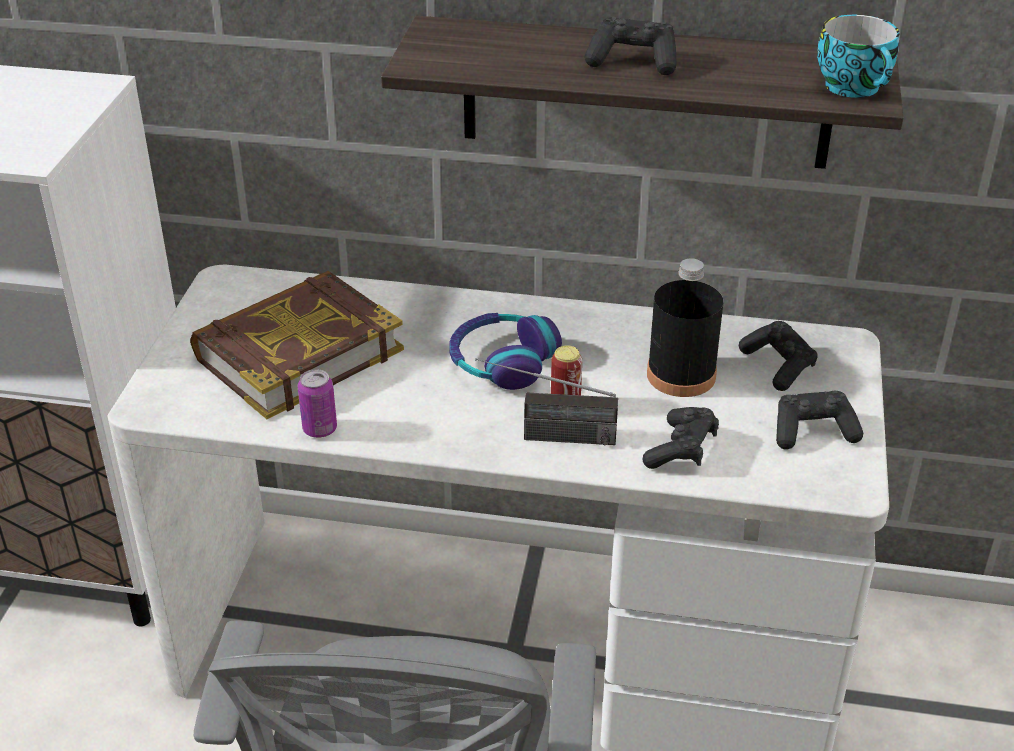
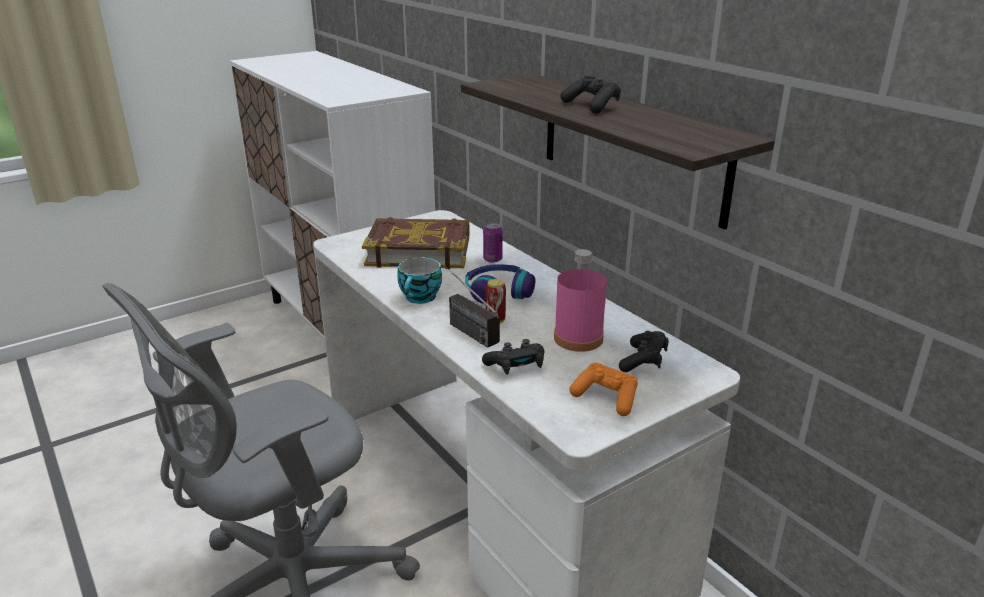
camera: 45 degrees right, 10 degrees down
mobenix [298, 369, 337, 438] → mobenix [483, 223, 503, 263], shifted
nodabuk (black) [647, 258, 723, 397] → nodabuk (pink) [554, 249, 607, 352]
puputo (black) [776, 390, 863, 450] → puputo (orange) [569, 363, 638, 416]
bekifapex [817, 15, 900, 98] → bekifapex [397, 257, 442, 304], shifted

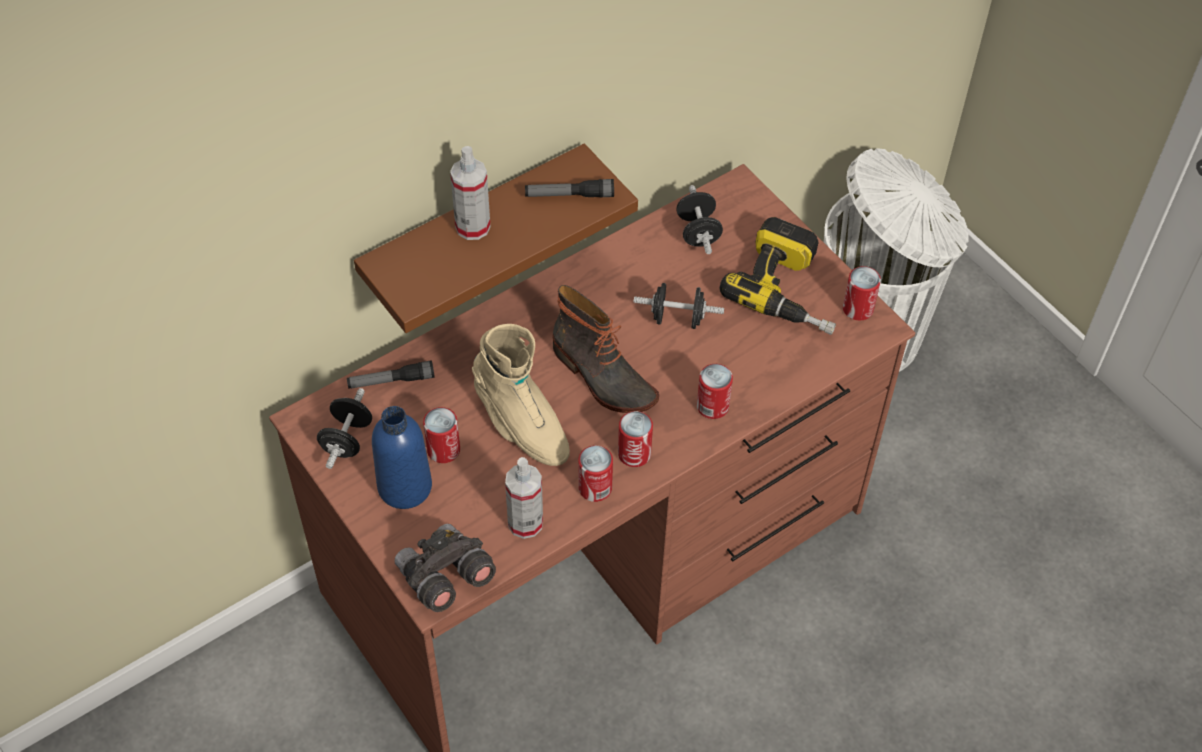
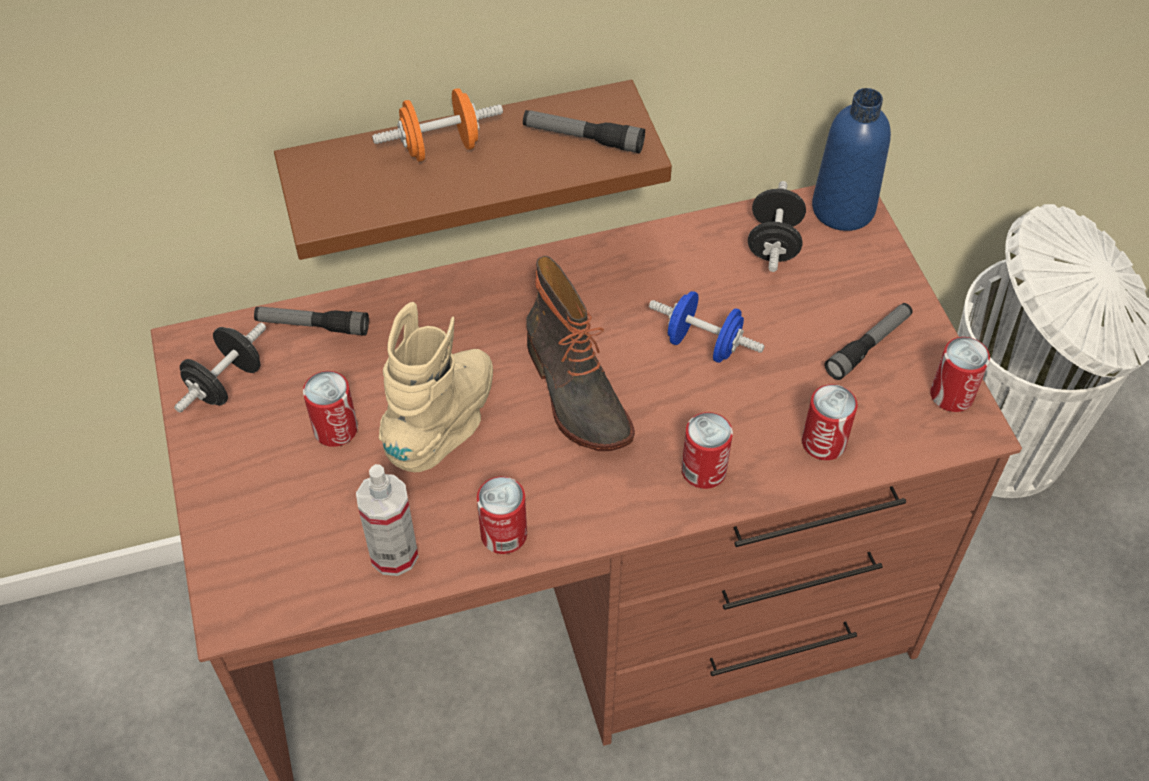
camera: 20 degrees right, 0 degrees up
nodabuk (blue) [372, 406, 432, 509] → nodabuk (blue) [812, 88, 891, 231], shifted
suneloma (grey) [395, 524, 496, 612] → -
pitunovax [450, 146, 491, 240] → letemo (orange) [372, 88, 503, 162]
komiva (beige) [472, 324, 570, 466] → komiva (beige) [379, 302, 493, 472], 135 degrees counterclockwise
mobenix [618, 411, 653, 467] → mobenix [802, 384, 857, 460], shifted
letemo (black) [634, 283, 724, 329] → letemo (blue) [649, 291, 765, 363]
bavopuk [720, 217, 836, 335] → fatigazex [825, 303, 913, 380]

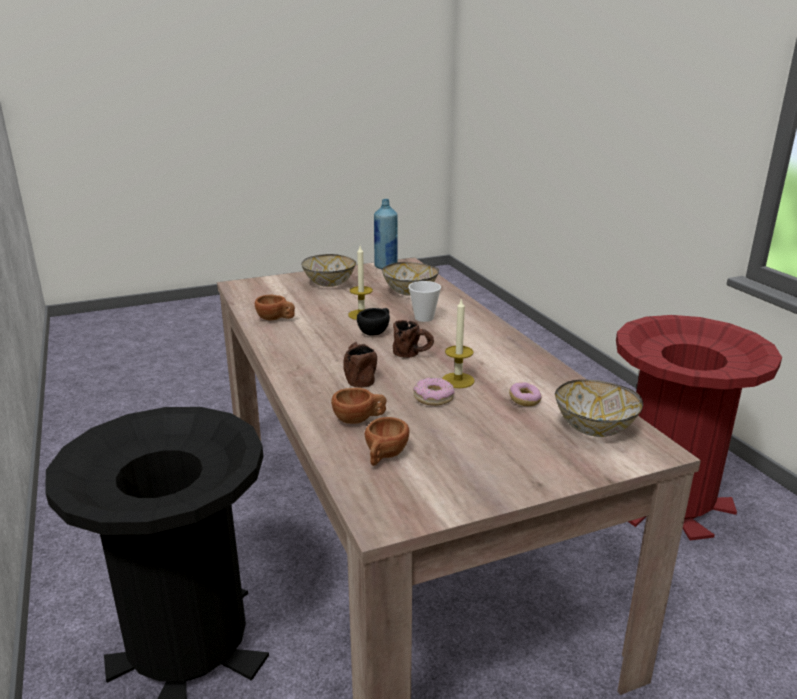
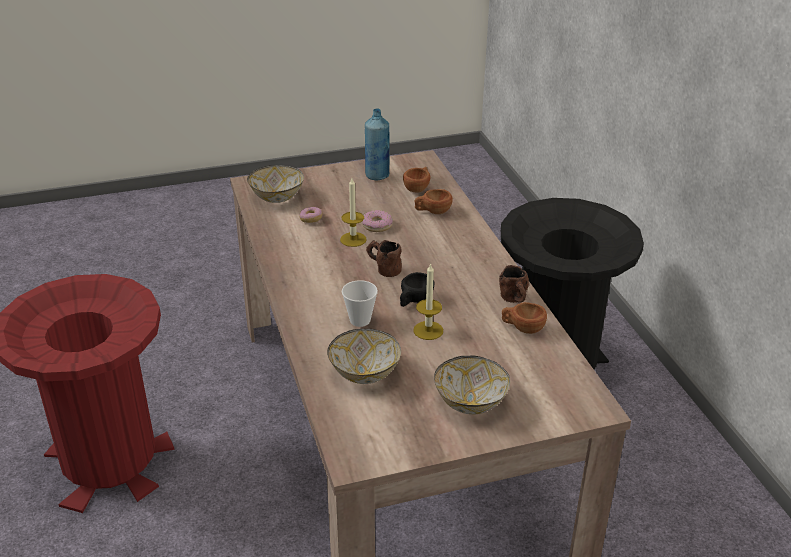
camera: 175 degrees left, 10 degrees up
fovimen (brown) [343, 342, 377, 388] → fovimen (brown) [499, 265, 529, 303], shifted
nodabuk (blue) [374, 199, 398, 269] → nodabuk (blue) [365, 108, 389, 181], shifted

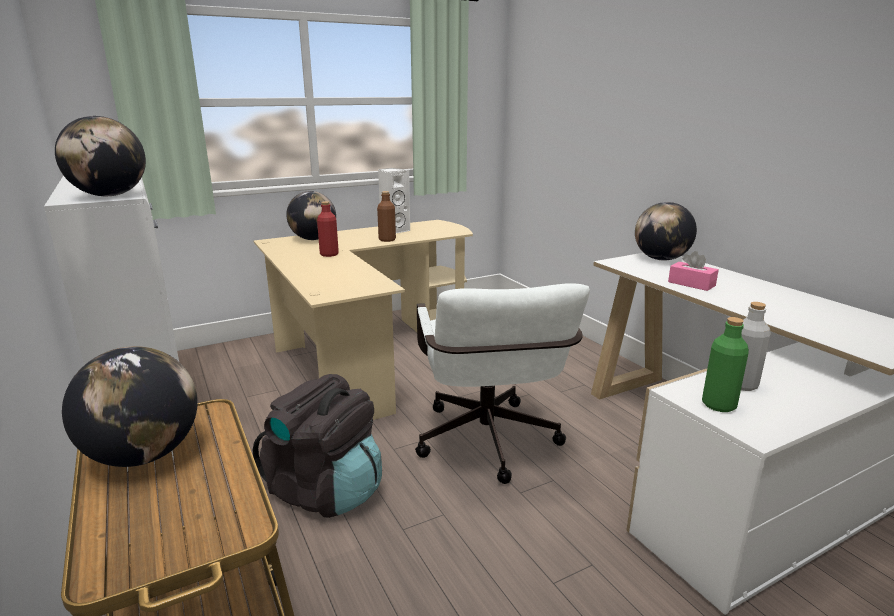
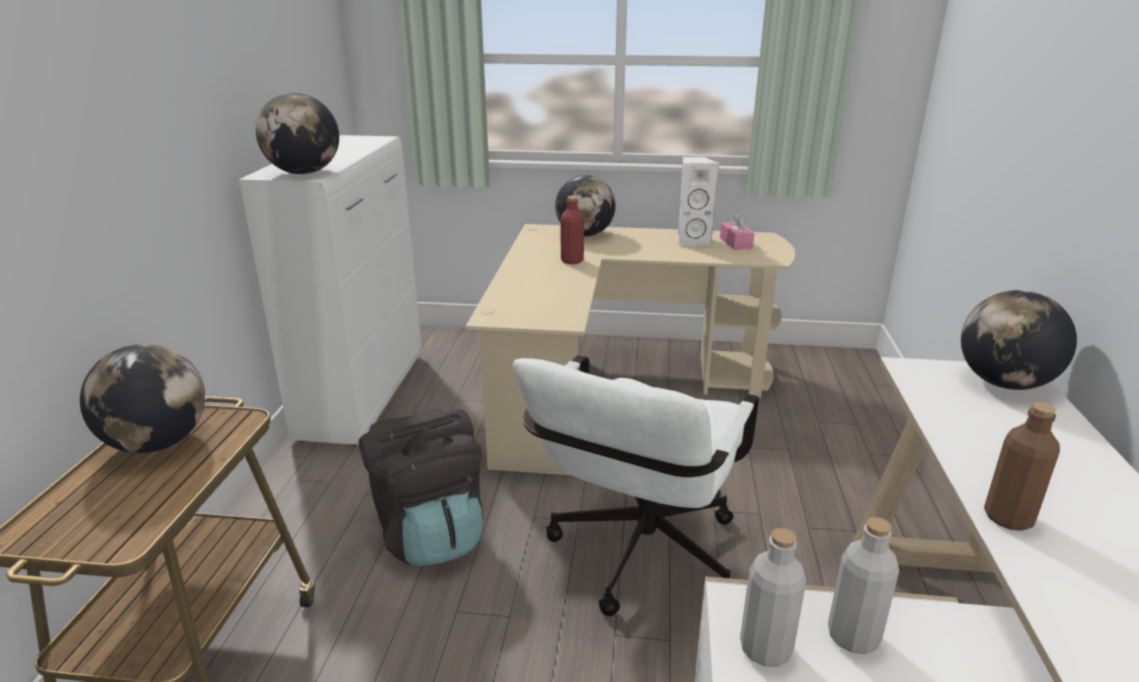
camera: 35 degrees right, 5 degrees up
nodabuk (brown) [377, 191, 396, 242] → nodabuk (brown) [984, 402, 1060, 531], shifted
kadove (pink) [668, 251, 719, 291] → kadove (pink) [720, 212, 754, 250], shifted
nodabuk (green) [702, 317, 749, 412] → nodabuk (grey) [740, 528, 806, 667]

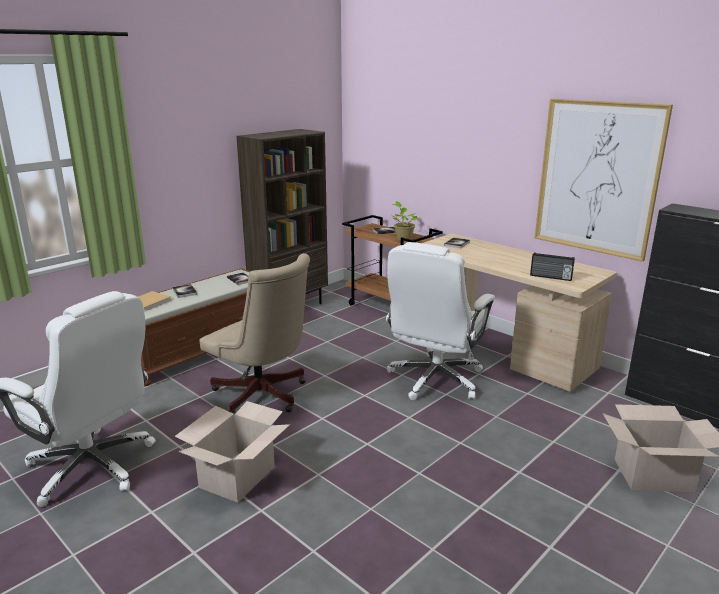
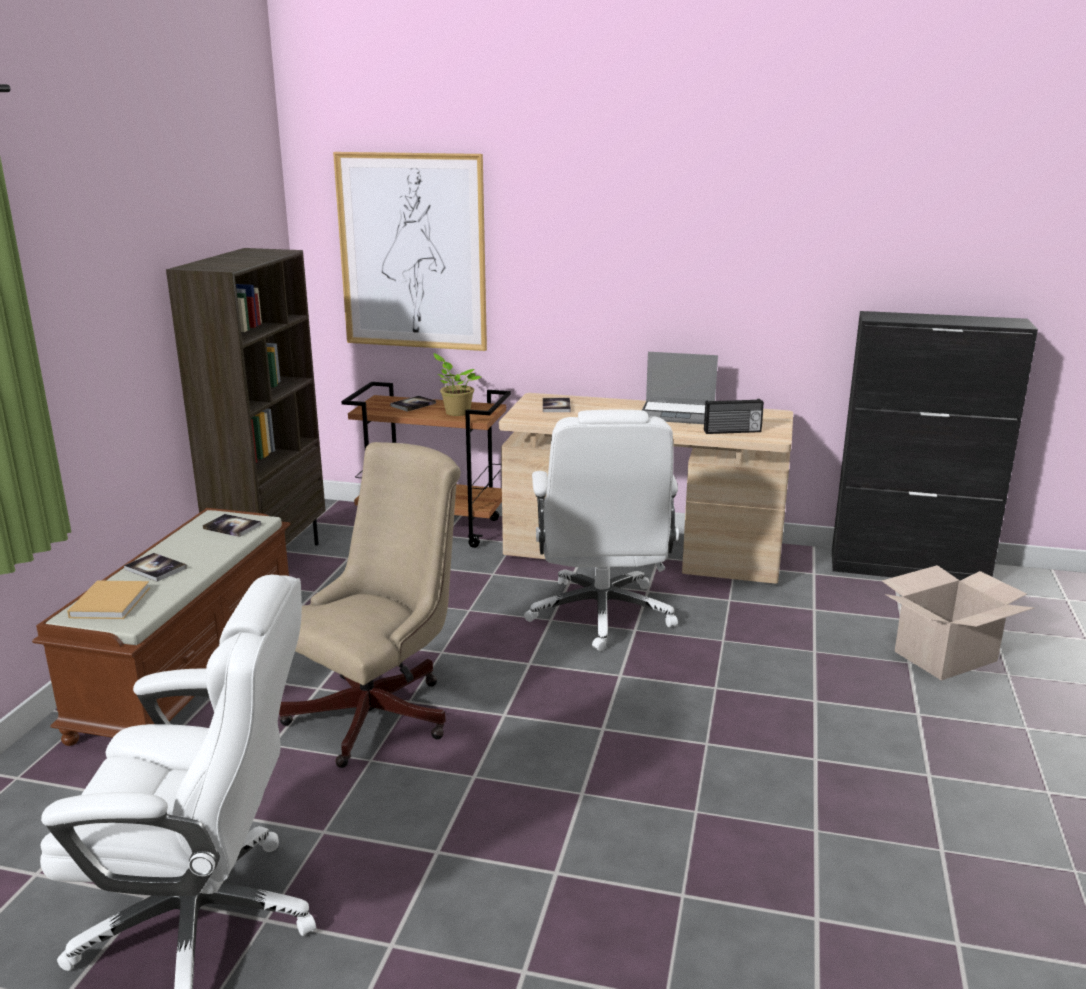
camera: 30 degrees left, 0 degrees up
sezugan [175, 401, 290, 503] → -
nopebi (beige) [199, 253, 310, 414] → nopebi (beige) [279, 442, 461, 768], 60 degrees counterclockwise
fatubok [535, 99, 673, 262] → fatubok [333, 152, 487, 351], shifted
- → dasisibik [642, 352, 718, 424]

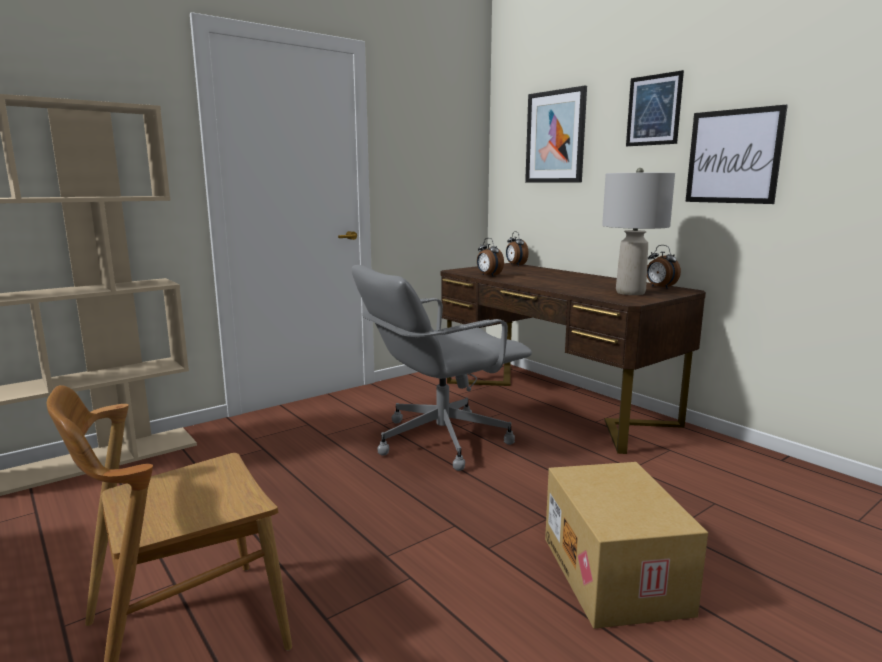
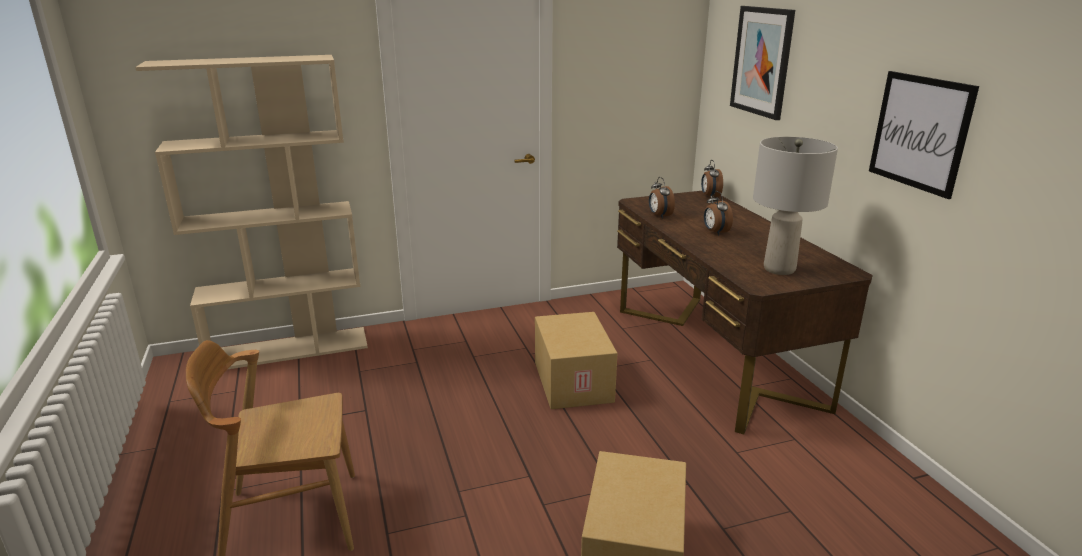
camera: 20 degrees right, 10 degrees up
nopebi (grey) [352, 265, 532, 471] → sezugan [535, 312, 617, 409]
fatubok [626, 70, 684, 146] → -
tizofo [647, 245, 681, 289] → tizofo [704, 191, 733, 235], shifted

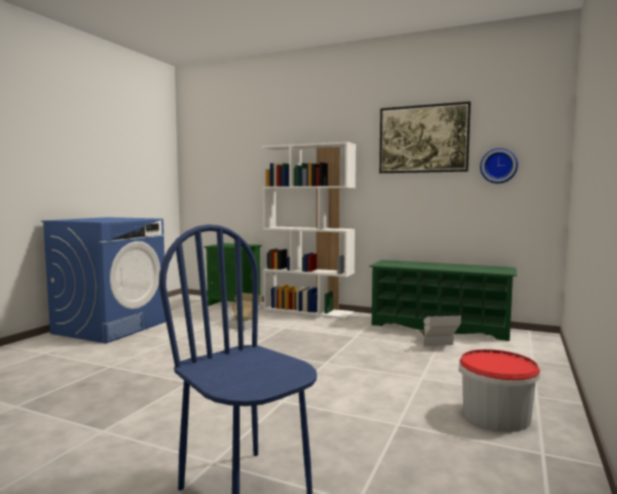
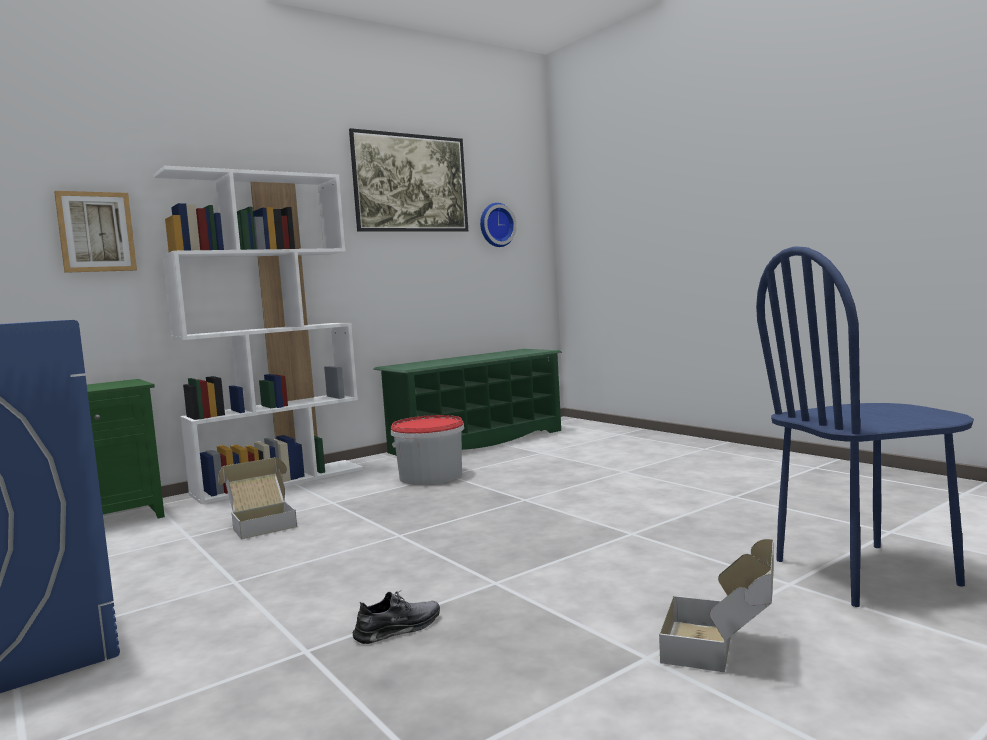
camera: 60 degrees left, 0 degrees up
sezugan [417, 316, 461, 346] → sezugan [659, 539, 774, 672], shifted
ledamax [459, 349, 540, 432] → ledamax [391, 415, 464, 485], shifted
- → fatubok [54, 191, 137, 273]
- → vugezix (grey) [353, 591, 440, 644]

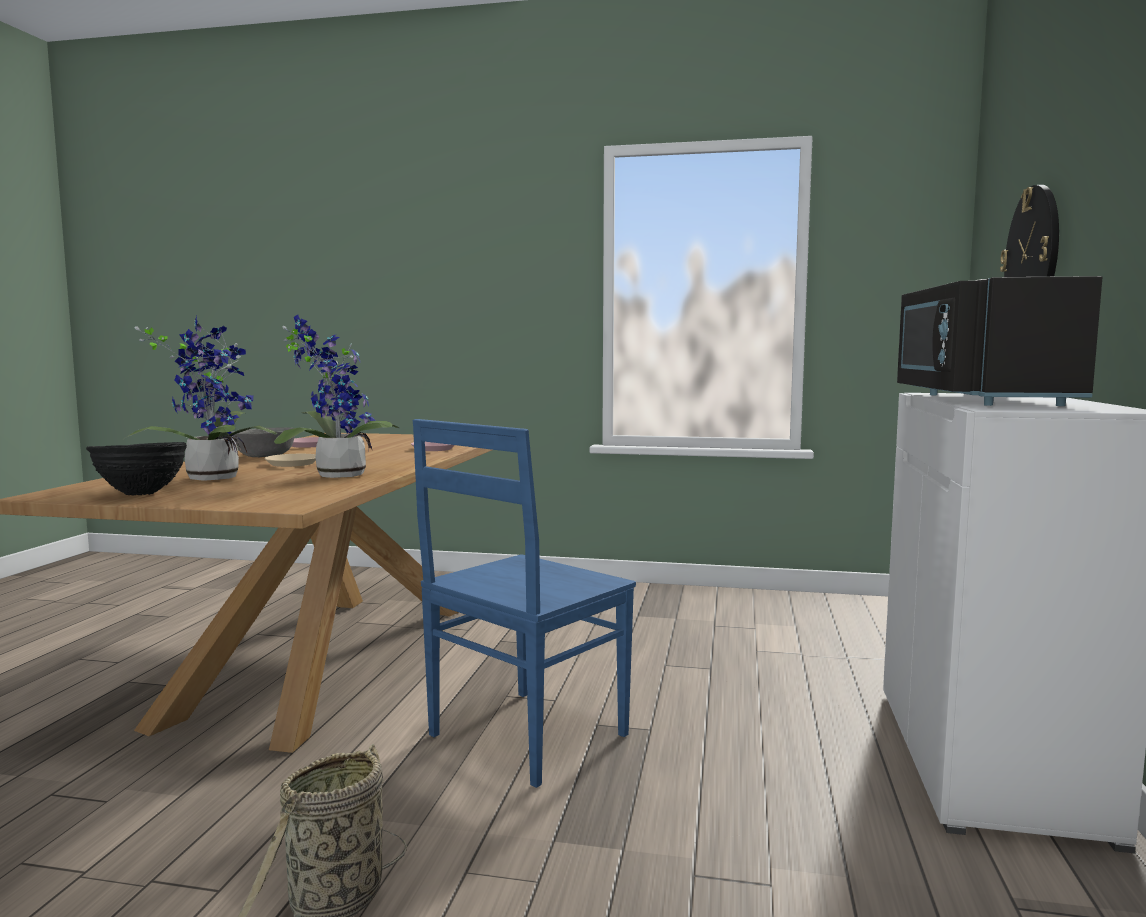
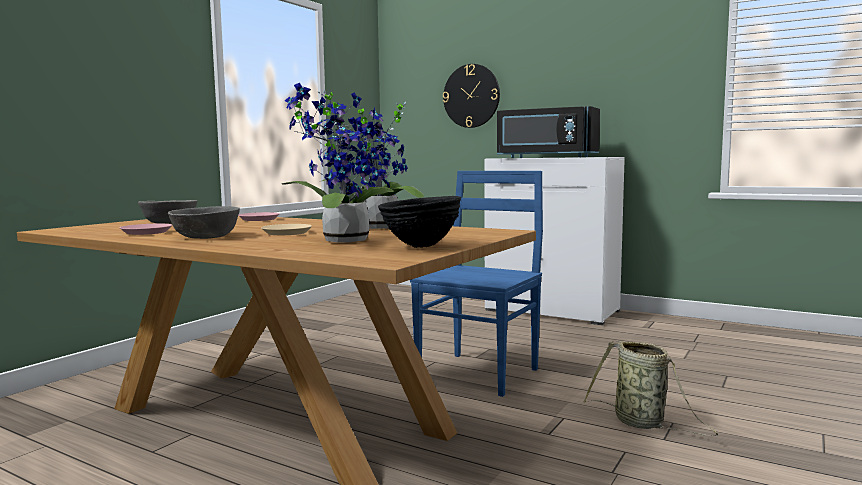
camera: 70 degrees left, 0 degrees up
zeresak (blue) [413, 419, 636, 788] → zeresak (blue) [410, 171, 543, 397], 120 degrees counterclockwise
- → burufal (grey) [138, 200, 198, 224]

